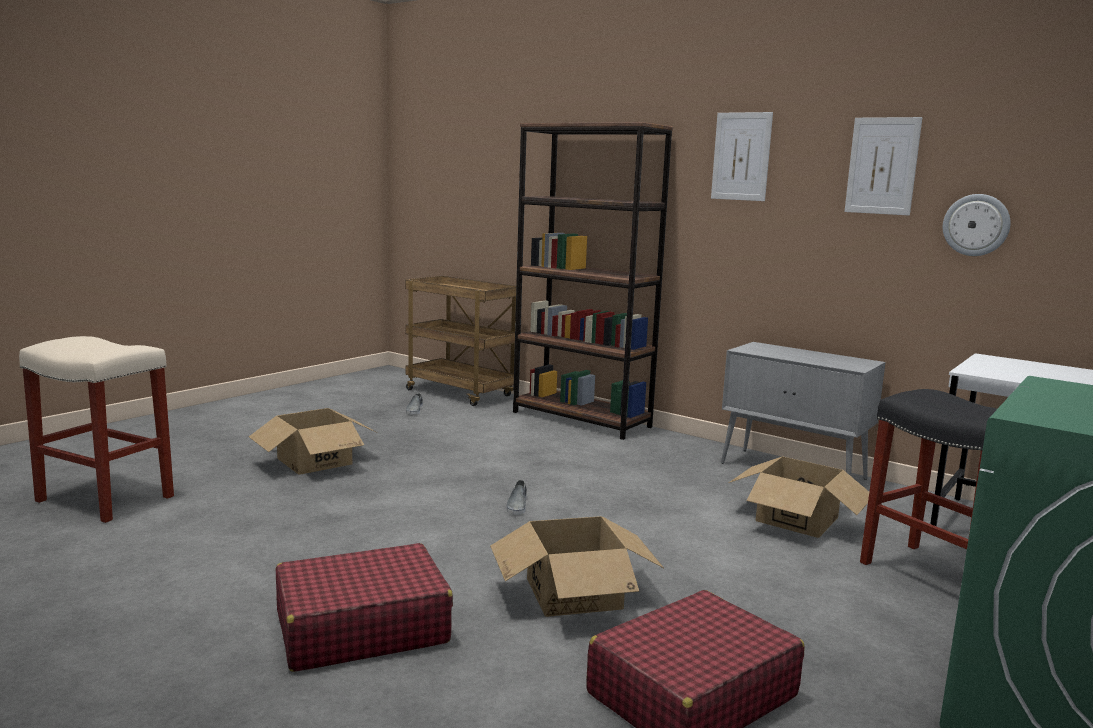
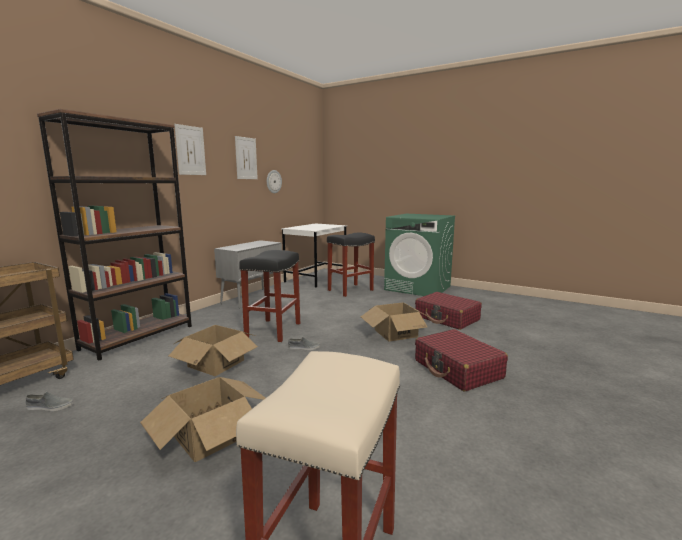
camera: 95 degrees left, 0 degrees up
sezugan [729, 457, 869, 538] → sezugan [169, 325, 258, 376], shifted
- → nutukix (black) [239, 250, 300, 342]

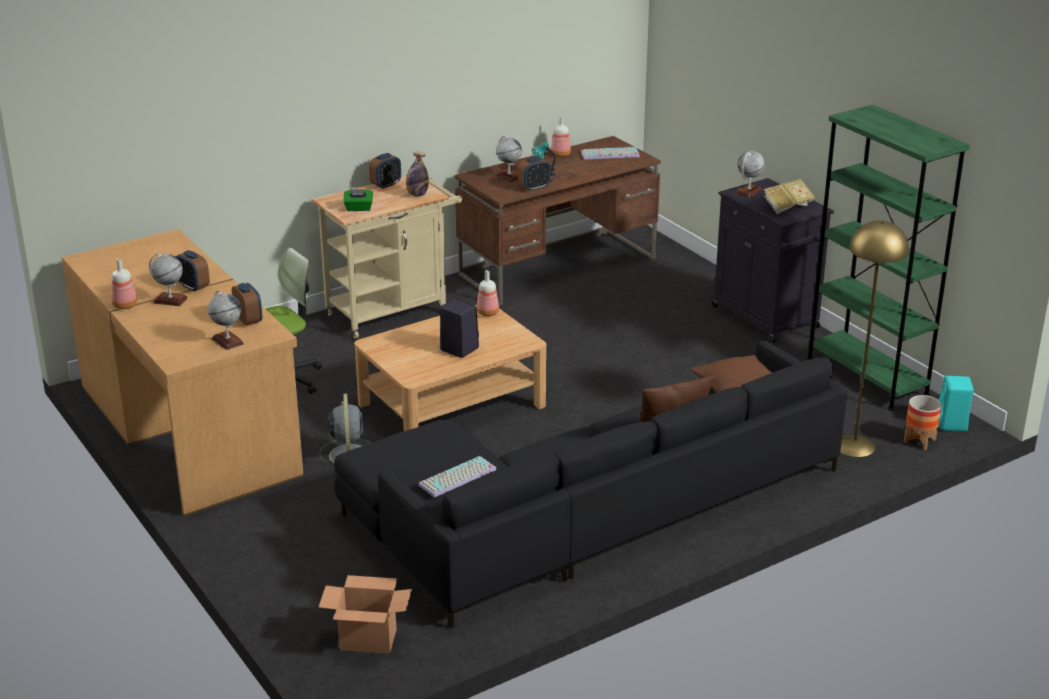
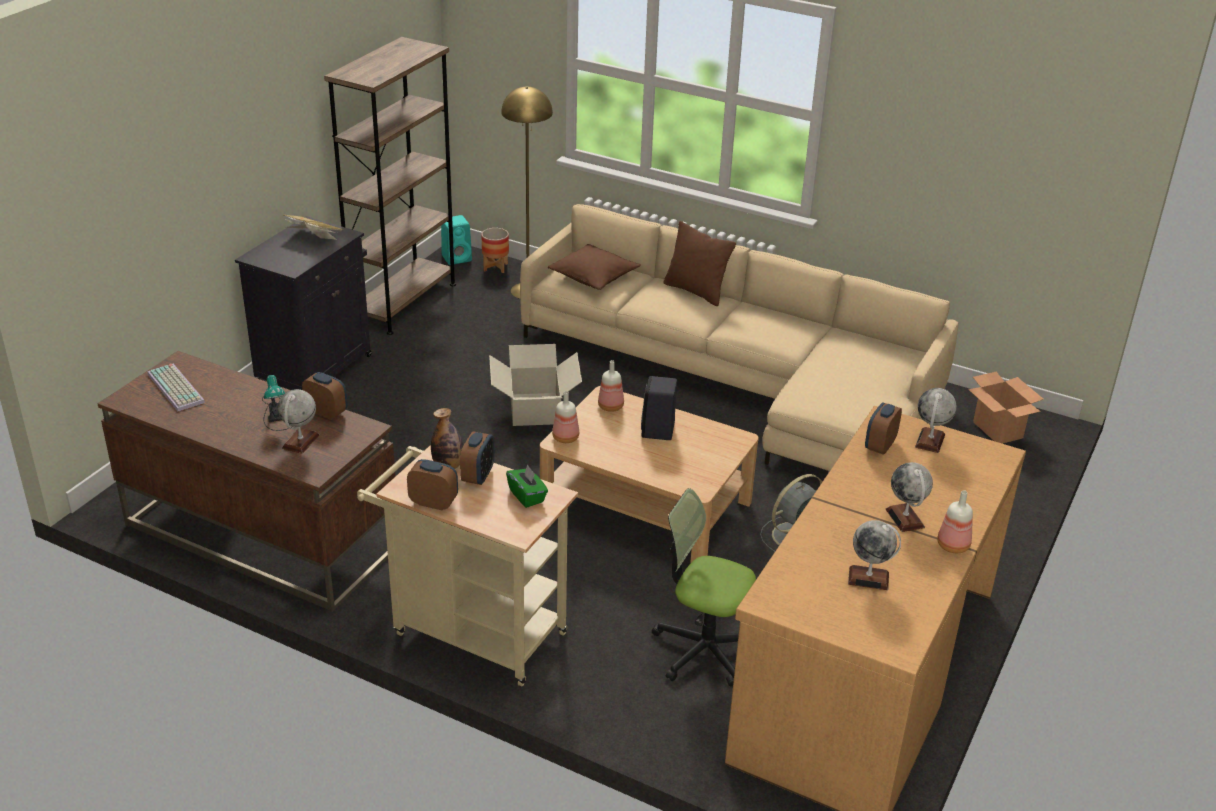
camera: 120 degrees left, 5 degrees up
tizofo [175, 250, 210, 292] → tizofo [460, 431, 494, 485], shifted
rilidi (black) [334, 340, 847, 628] → rilidi (beige) [520, 204, 959, 471]
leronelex [418, 456, 496, 498] → -
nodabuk [551, 116, 571, 157] → nodabuk [598, 360, 624, 412], shifted
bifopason [735, 151, 765, 198] → bifopason [848, 520, 901, 590], shifted
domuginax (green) [806, 105, 970, 411] → domuginax (brown) [324, 37, 456, 335]
- → sezugan [489, 344, 582, 426]

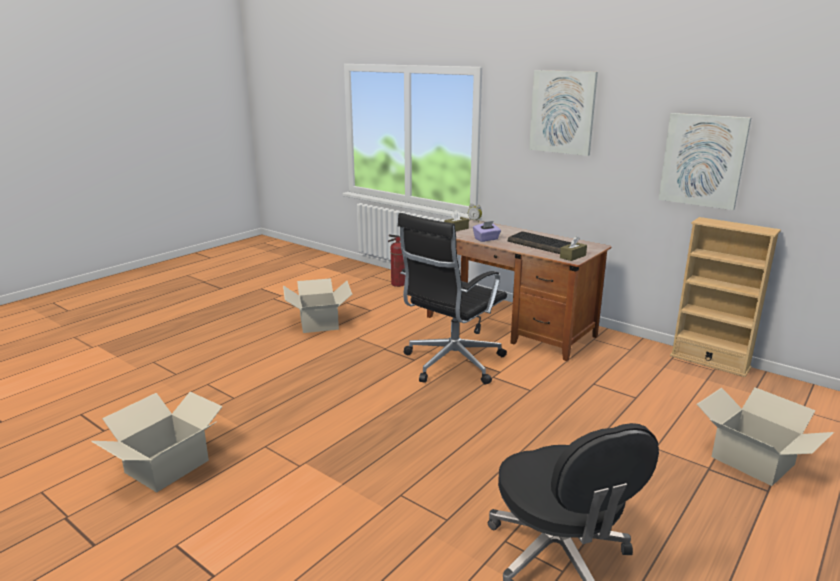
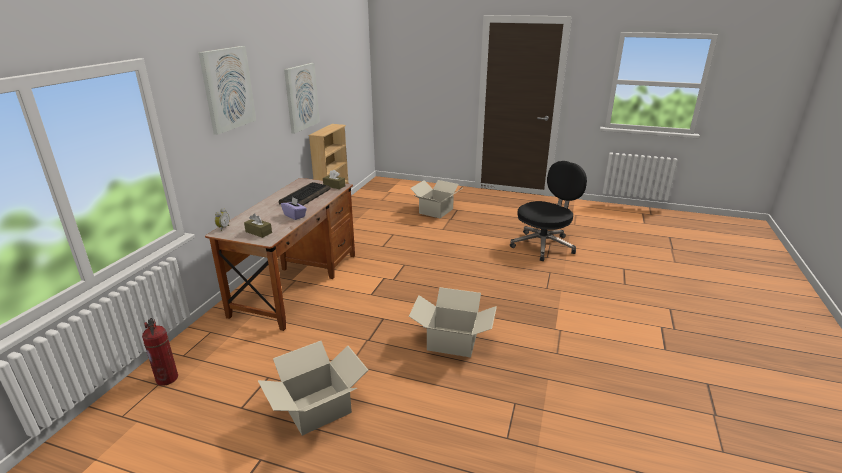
camera: 110 degrees left, 5 degrees up
sezugan [91, 392, 223, 492] → sezugan [409, 287, 497, 358], shifted
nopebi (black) [398, 213, 507, 385] → -

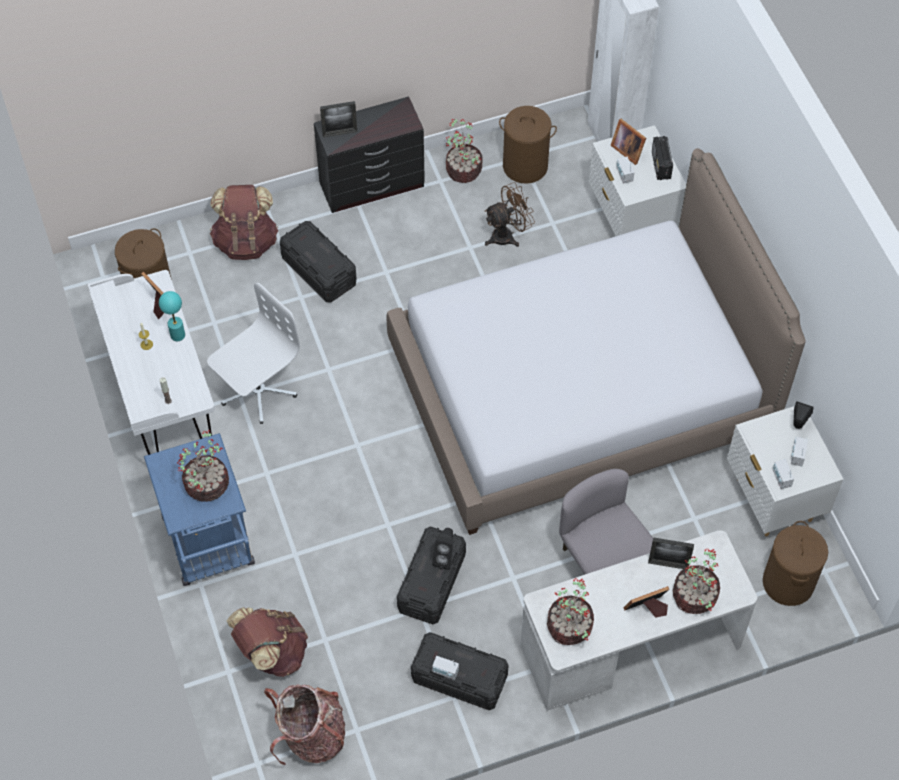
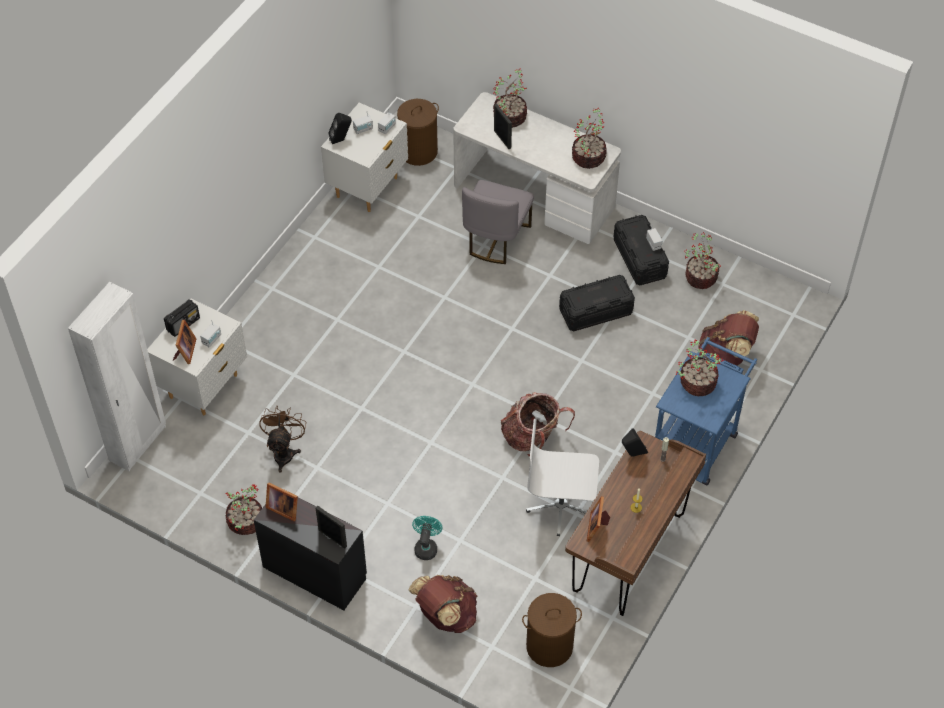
camera: 130 degrees left, 5 degrees down
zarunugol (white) [88, 270, 215, 455] → zarunugol (brown) [565, 431, 706, 616]
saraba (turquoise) [159, 291, 185, 341] → -
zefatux [264, 684, 345, 765] → zefatux [501, 392, 575, 457], shifted
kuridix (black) [280, 221, 356, 303] → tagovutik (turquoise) [412, 516, 442, 560]
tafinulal [387, 148, 806, 535] → -
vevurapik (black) [432, 528, 453, 570] → vevurapik (black) [622, 428, 648, 457], shifted
tagovutik (brown) [484, 182, 535, 247] → tagovutik (brown) [259, 406, 306, 473], 75 degrees clockwise
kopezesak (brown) [499, 106, 557, 184] → -
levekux [623, 586, 669, 618] → levekux [266, 482, 298, 521], shifted
- → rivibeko [684, 232, 721, 289]

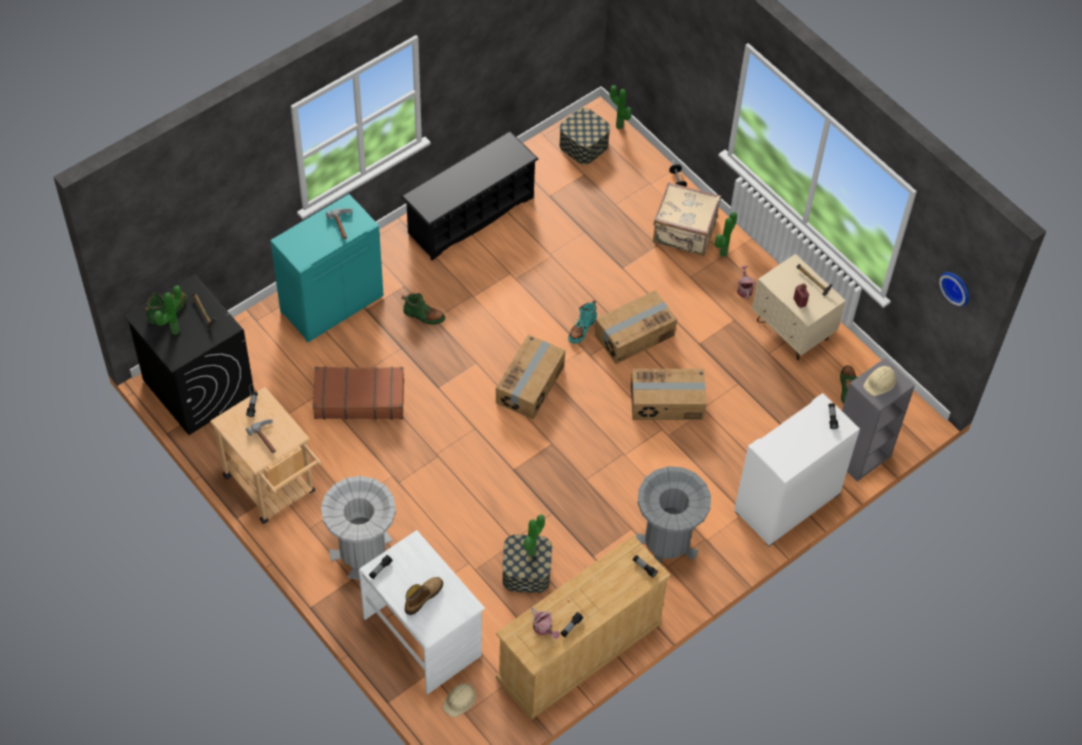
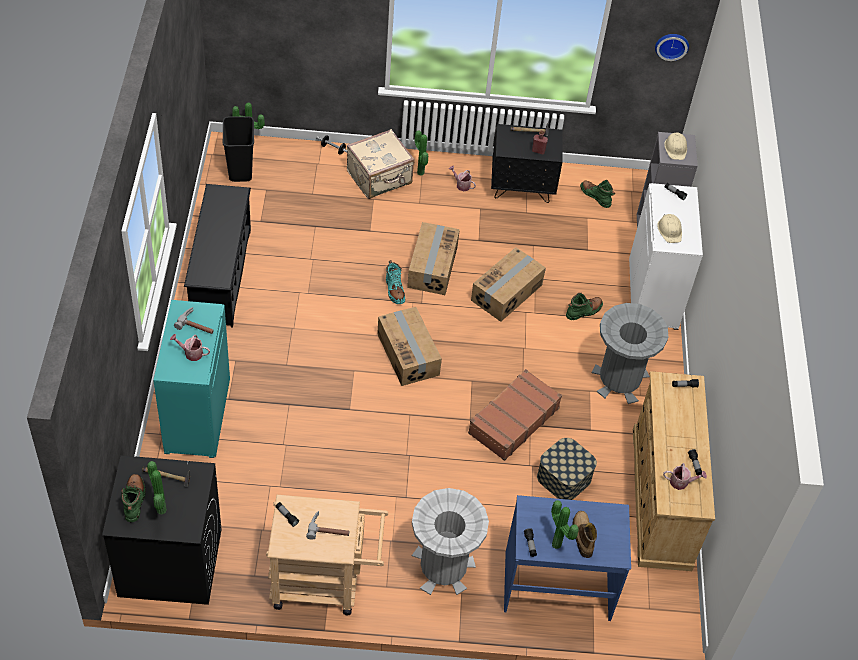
camera: 50 degrees left, 5 degrees down
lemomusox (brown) [313, 366, 404, 420] → lemomusox (brown) [468, 369, 562, 461], shifted
zarunugol (white) [359, 530, 485, 695] → zarunugol (blue) [504, 495, 631, 621]
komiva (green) [401, 293, 445, 325] → komiva (green) [566, 293, 603, 320], shifted
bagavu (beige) [442, 682, 476, 717] → bagavu (beige) [657, 214, 682, 243], shifted
rivibeko [524, 514, 545, 557] → rivibeko [551, 500, 579, 549], shifted
kuridix [559, 108, 610, 164] → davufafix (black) [223, 116, 254, 182]
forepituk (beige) [752, 254, 846, 360] → forepituk (black) [491, 124, 563, 203]
- → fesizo [170, 334, 210, 361]

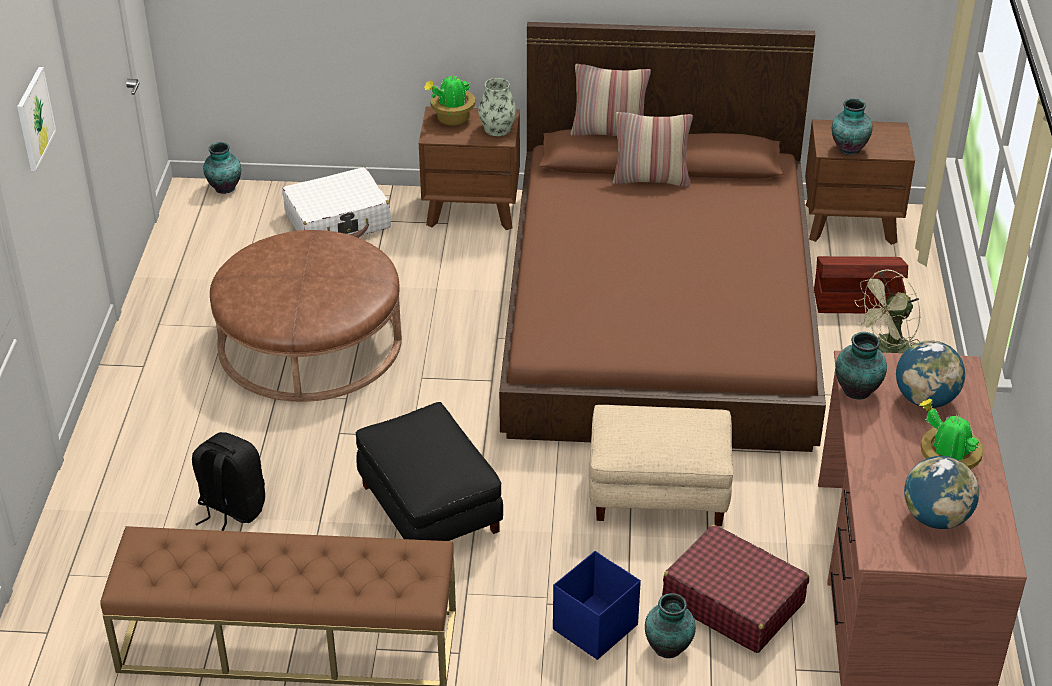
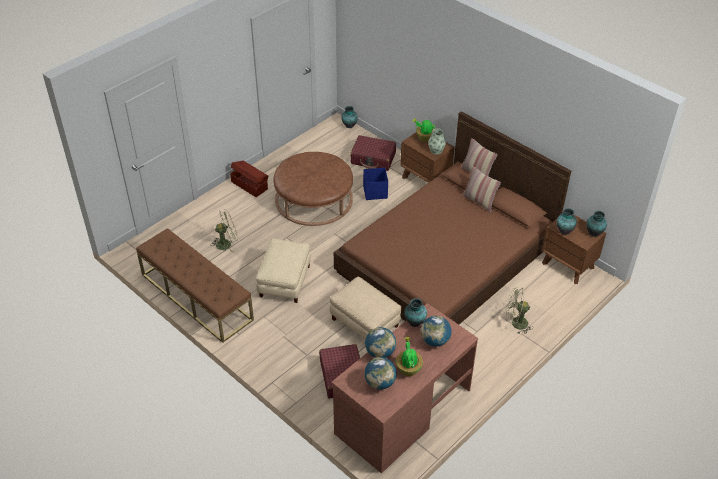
camera: 40 degrees right, 5 degrees up
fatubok [17, 67, 56, 171] → -
zefatux (black) [192, 432, 265, 531] → tagovutik (green) [212, 209, 238, 252]
lemomusox (white) [282, 167, 391, 238] → lemomusox (red) [350, 135, 396, 171]
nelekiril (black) [356, 402, 503, 541] → nelekiril (beige) [256, 238, 311, 303]
kuridix (blue) [553, 551, 641, 660] → kuridix (blue) [363, 168, 388, 200], shifted
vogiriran [645, 593, 696, 658] → vogiriran [586, 211, 607, 237], shifted
kuridix (brown) [814, 256, 908, 314] → kuridix (brown) [230, 161, 268, 197], shifted
- → bifopason [365, 327, 396, 358]

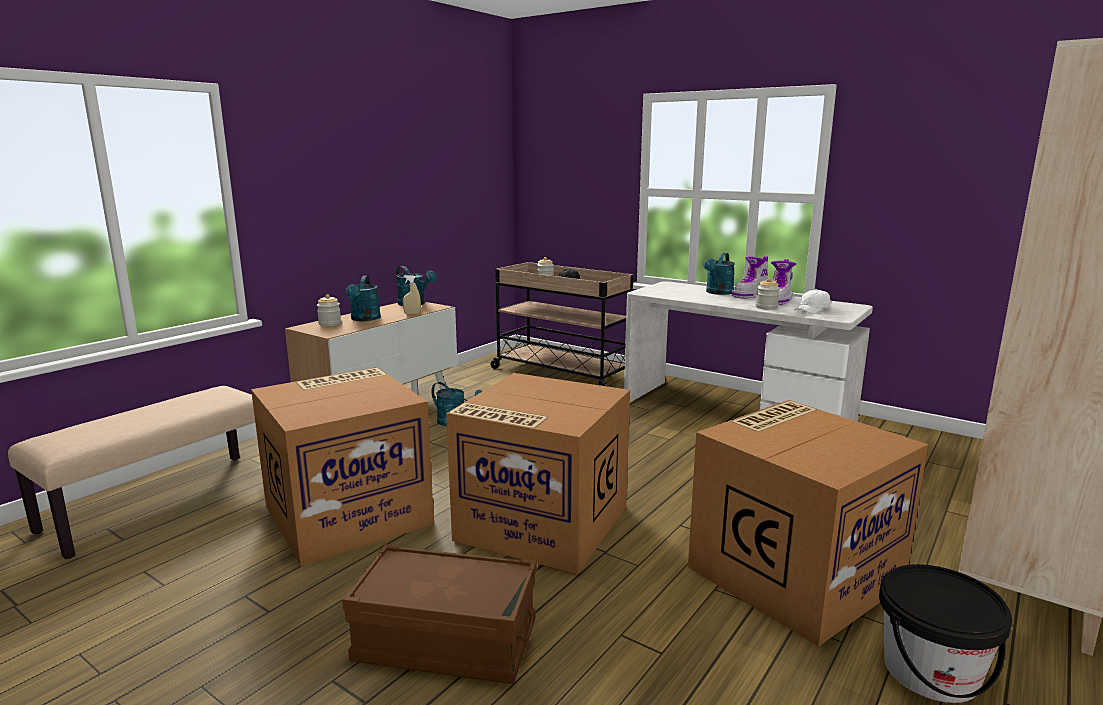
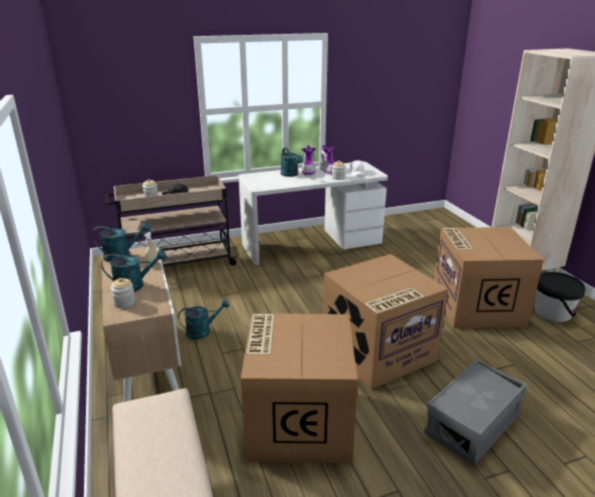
camera: 55 degrees left, 10 degrees up
kuridix (brown) [342, 544, 537, 684] → kuridix (grey) [424, 359, 528, 465]
fesizo (turquoise) [345, 276, 381, 321] → fesizo (turquoise) [101, 249, 167, 292], 45 degrees counterclockwise

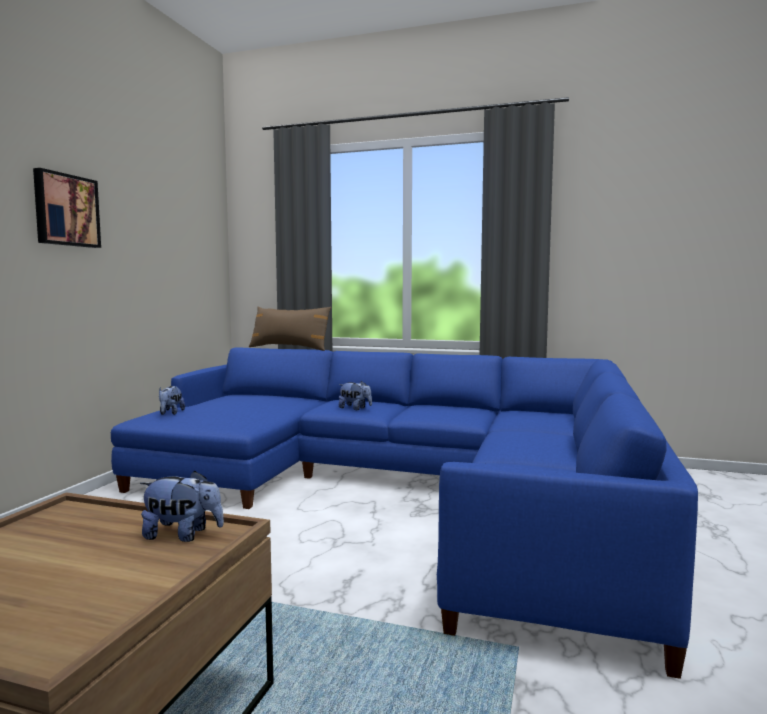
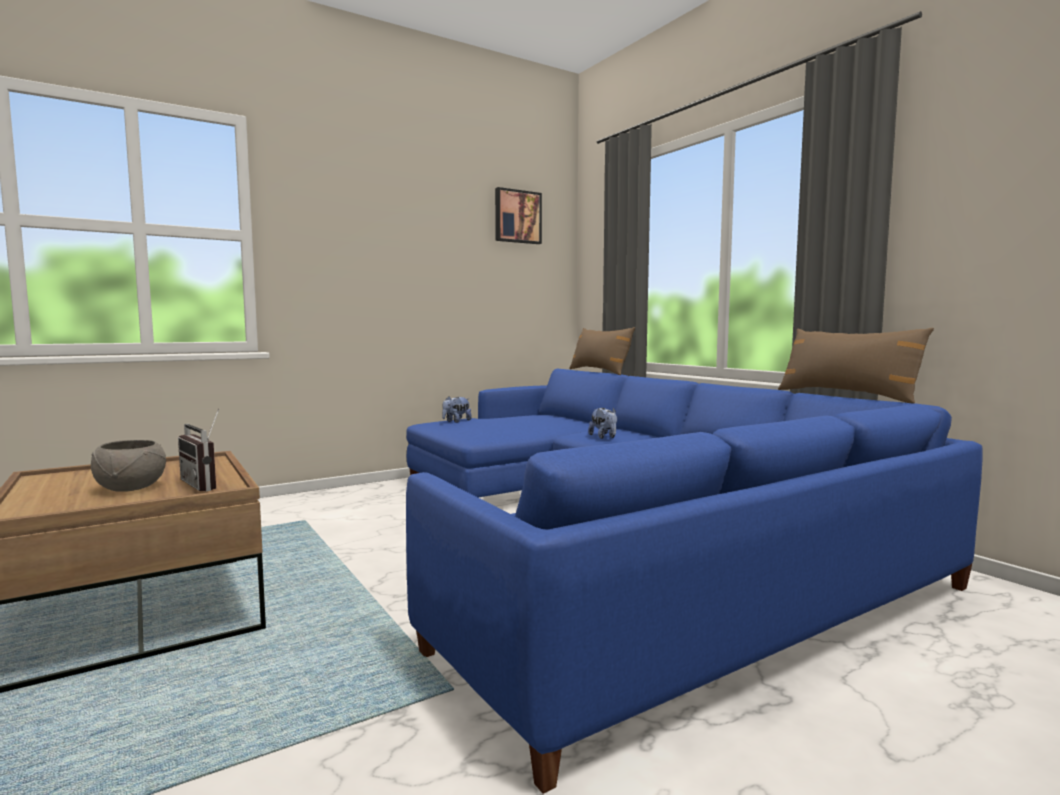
camera: 40 degrees right, 0 degrees up
fatubok [33, 168, 101, 248] → fatubok [495, 187, 542, 244], shifted
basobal [140, 471, 224, 542] → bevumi [178, 408, 219, 491]
- → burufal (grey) [91, 440, 166, 492]
- → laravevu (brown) [778, 328, 934, 404]

